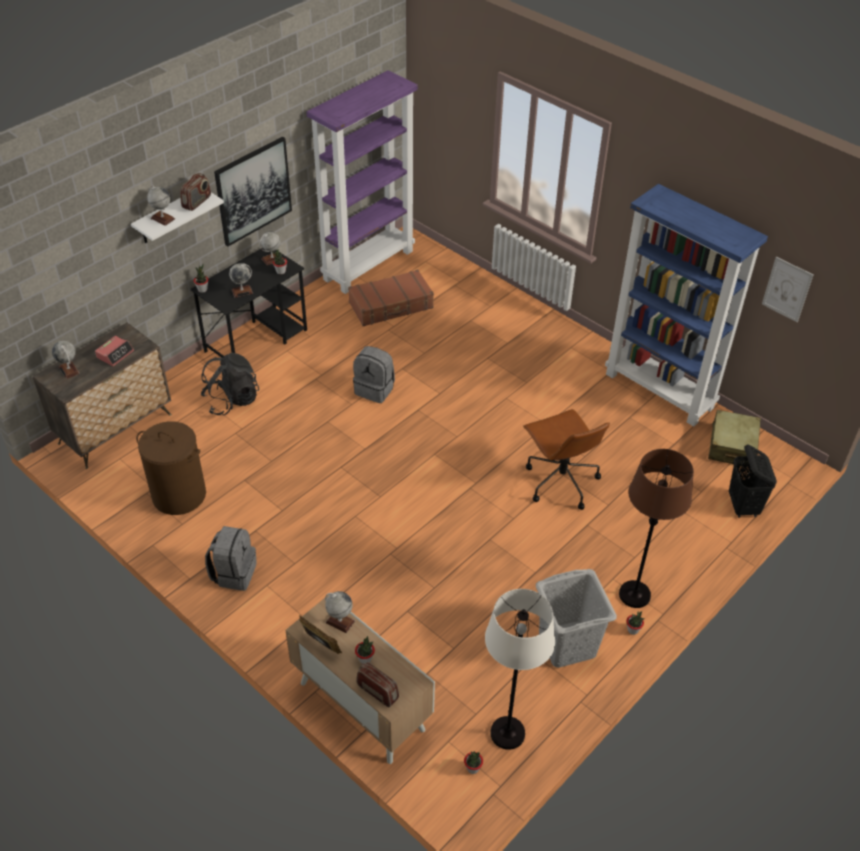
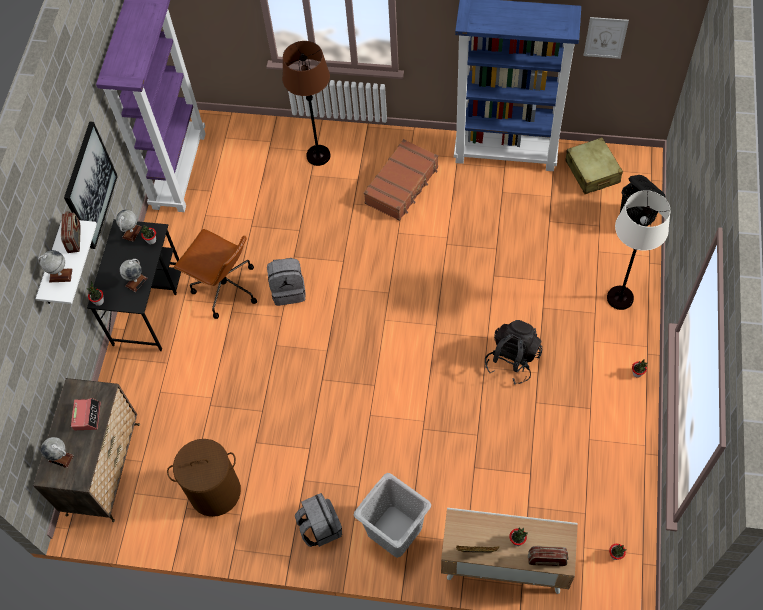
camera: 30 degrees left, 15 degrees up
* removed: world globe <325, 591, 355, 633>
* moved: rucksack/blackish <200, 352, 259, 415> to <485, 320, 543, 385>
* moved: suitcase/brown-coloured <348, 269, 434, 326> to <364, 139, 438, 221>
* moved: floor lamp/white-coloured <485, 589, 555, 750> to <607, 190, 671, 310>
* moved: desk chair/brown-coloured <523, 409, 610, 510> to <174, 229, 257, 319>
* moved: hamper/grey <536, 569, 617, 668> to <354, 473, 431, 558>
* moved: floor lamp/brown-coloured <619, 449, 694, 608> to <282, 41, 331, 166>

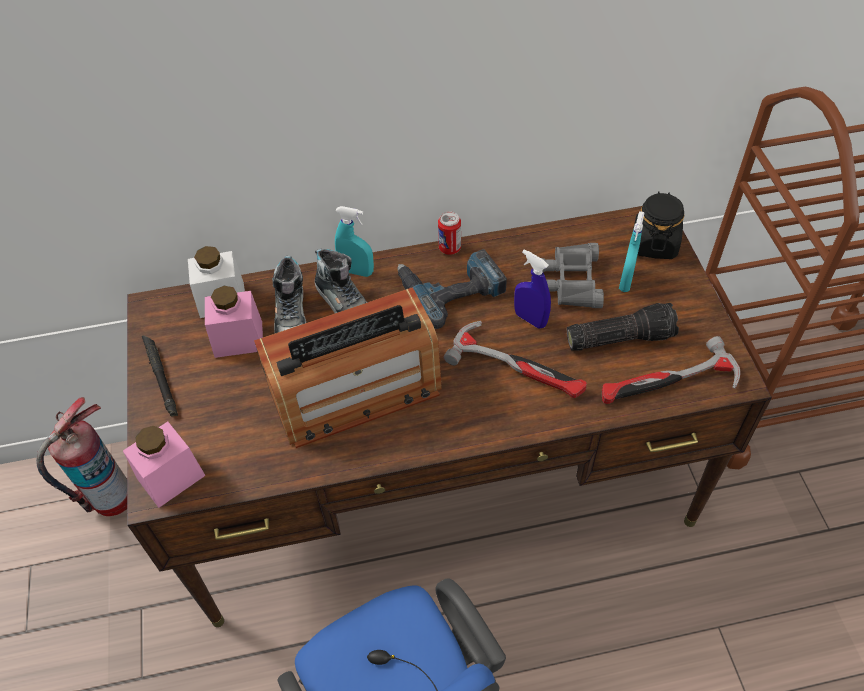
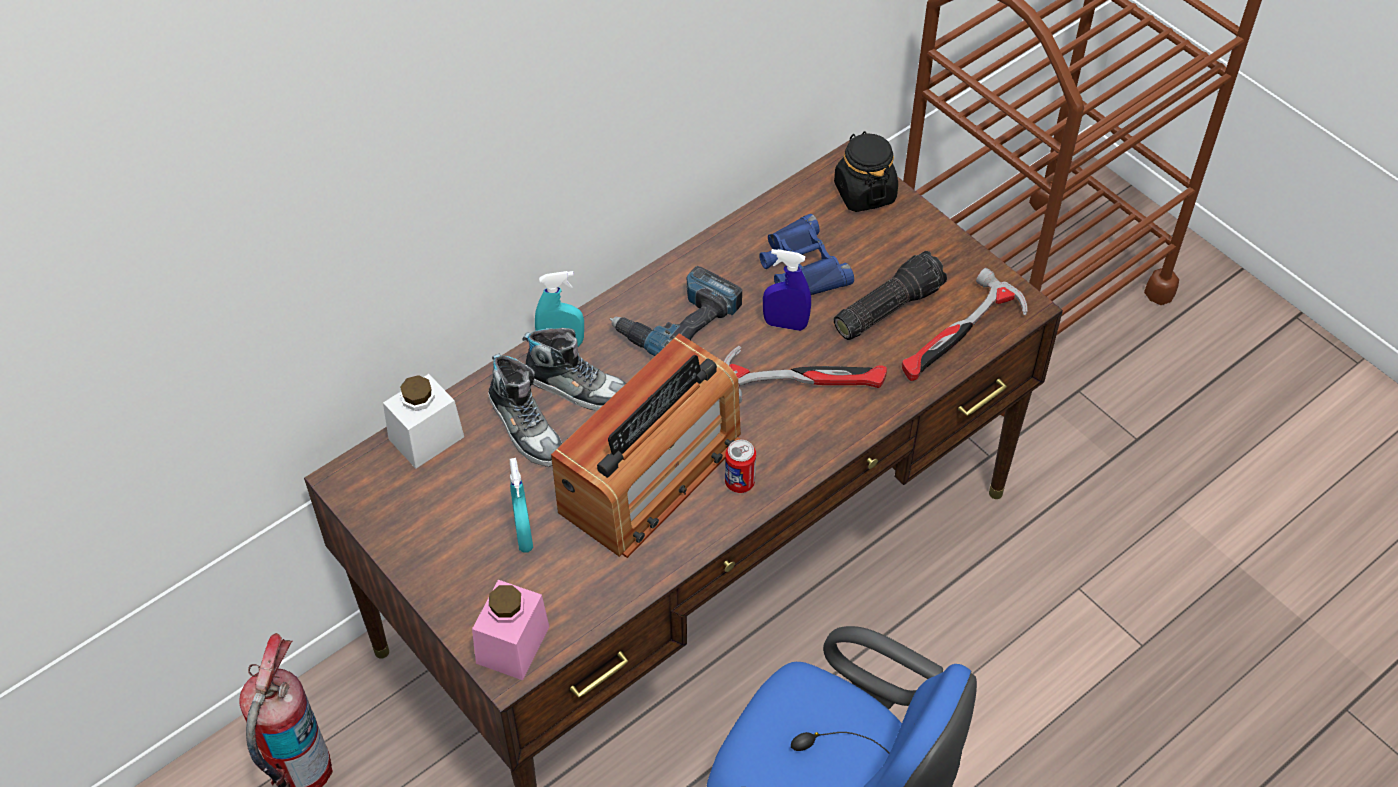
camera: 30 degrees left, 0 degrees up
* removed: torch/blackish <142, 335, 178, 417>
* removed: preserve jar/pinkish <205, 286, 263, 358>
* moved: sealed can <438, 212, 461, 255> to <725, 440, 756, 493>
* moved: sprayer/blue-green <619, 211, 644, 292> to <510, 458, 533, 553>
* recoloured: field glasses/grey <541, 243, 604, 308> to field glasses/blue-coloured <759, 214, 854, 295>

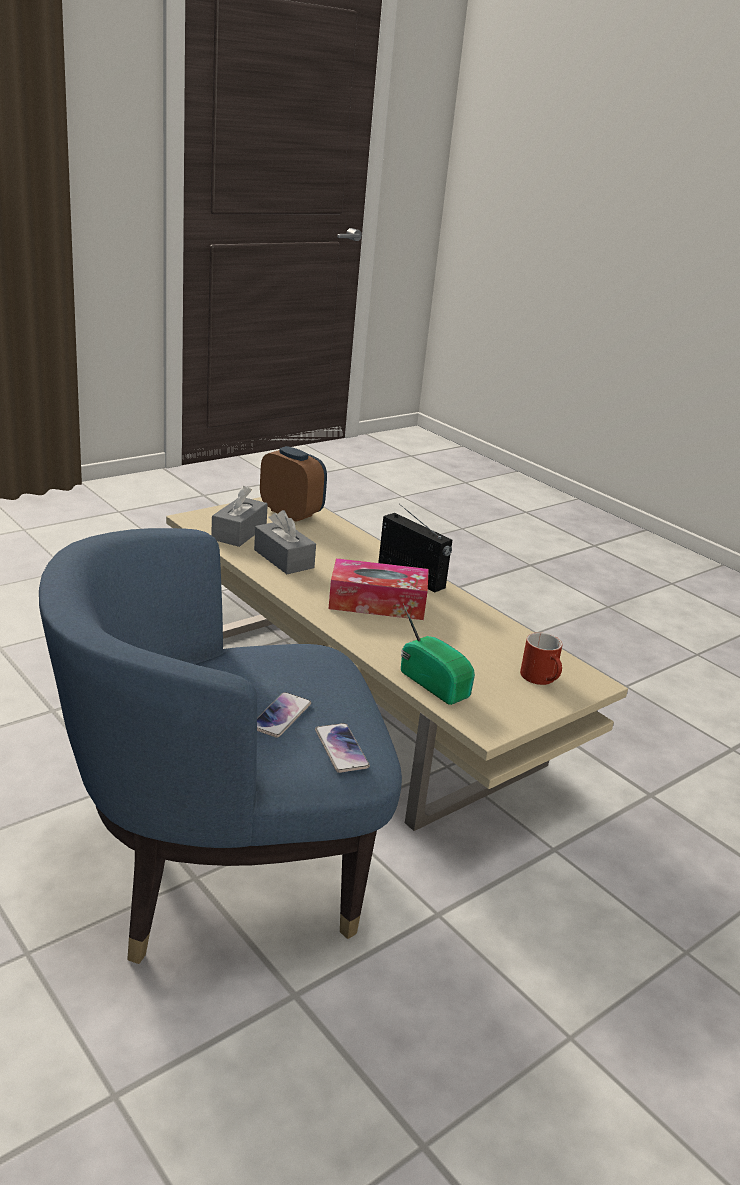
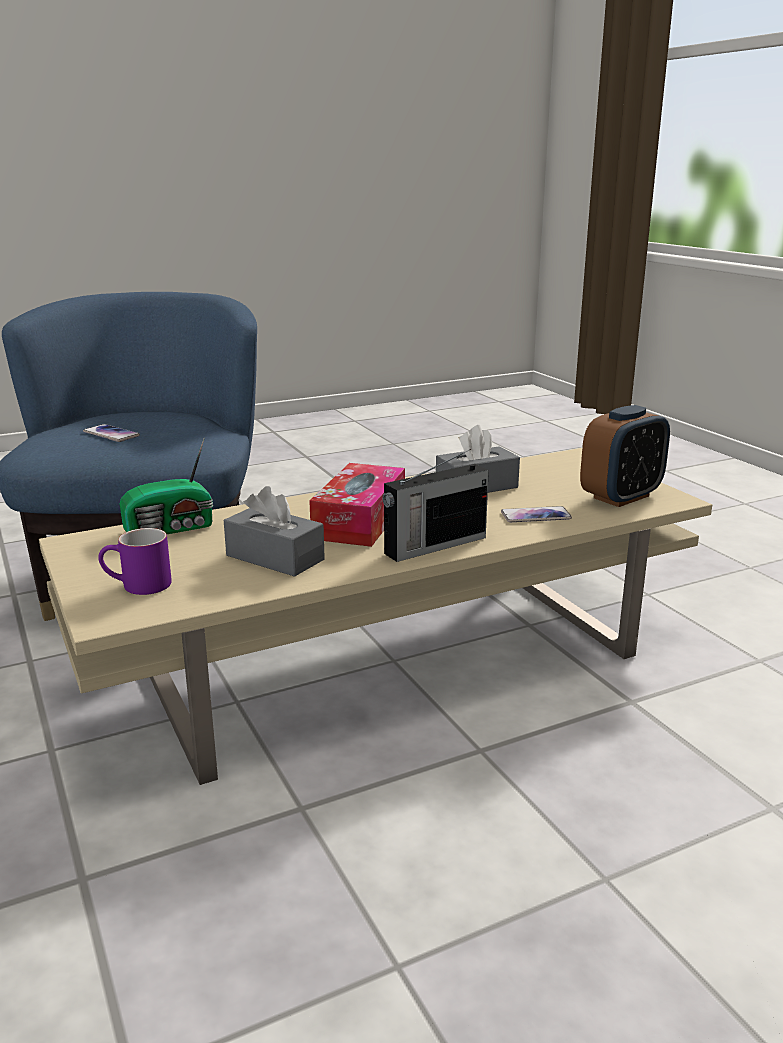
camera: 105 degrees right, 5 degrees down
* moved: tissue box/grey <211, 486, 268, 547> to <224, 486, 325, 577>
* moved: handset <315, 723, 370, 773> to <501, 506, 572, 522>
* recoloured: mug/red-coloured <520, 632, 562, 685> to mug/purple-coloured <98, 528, 172, 595>

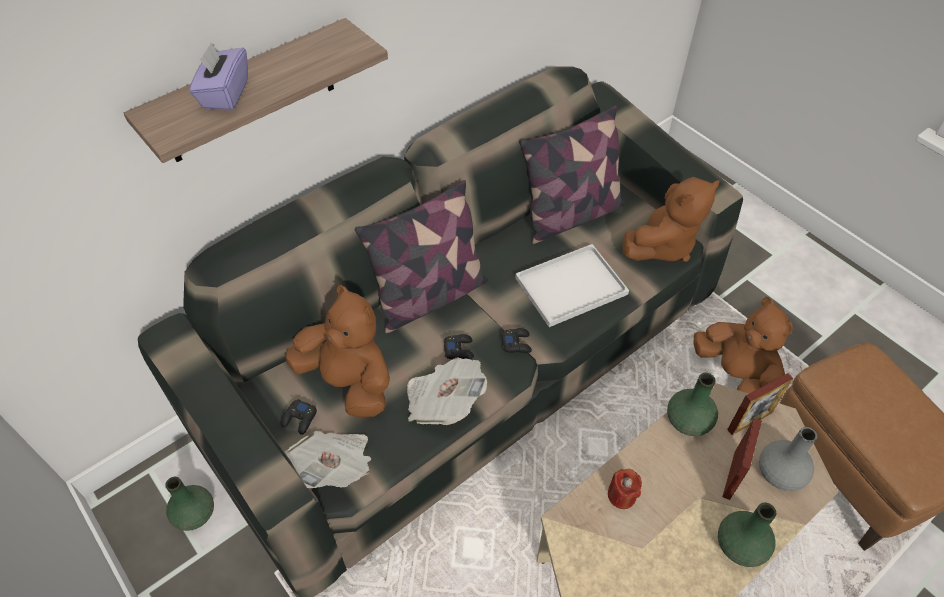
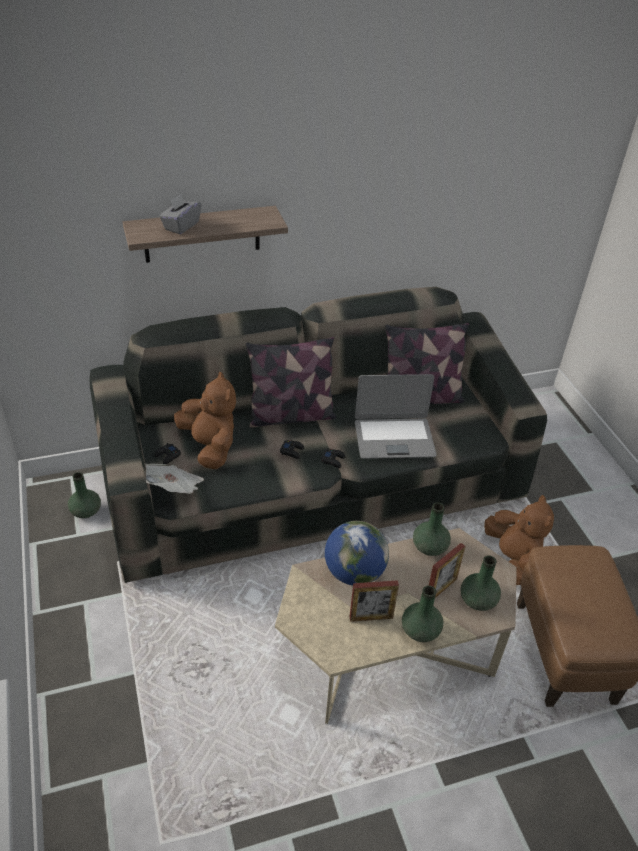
camera: 20 degrees right, 10 degrees down
* removed: printed paper <407, 357, 487, 425>
* removed: plush toy/brown-coloured <622, 177, 720, 262>
* moved: standing frame <727, 373, 793, 435> to <350, 580, 399, 622>
* replaced: serving tray/white-coloured <515, 244, 629, 327> to notebook computer <355, 374, 437, 459>
* replaced: candle/red-coloured <608, 469, 642, 509> to world globe <325, 521, 389, 585>
* recoloured: tissue box/purple-coloured <189, 43, 248, 111> to tissue box/grey <159, 193, 201, 234>
* recoloured: vase/grey <759, 427, 817, 491> to vase/green-coloured <461, 555, 501, 611>

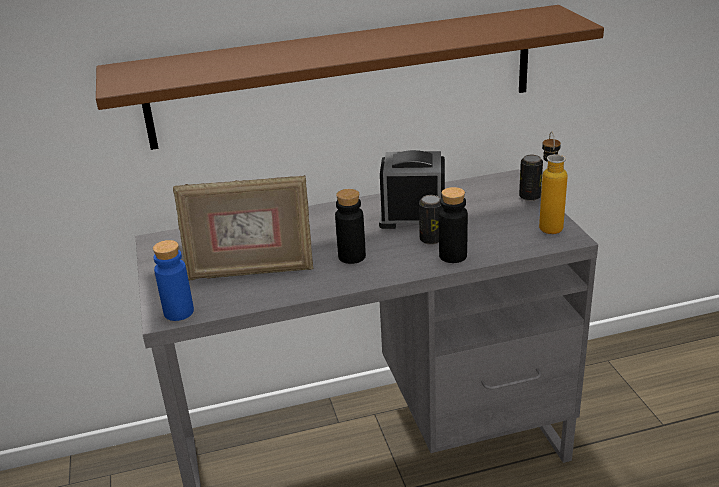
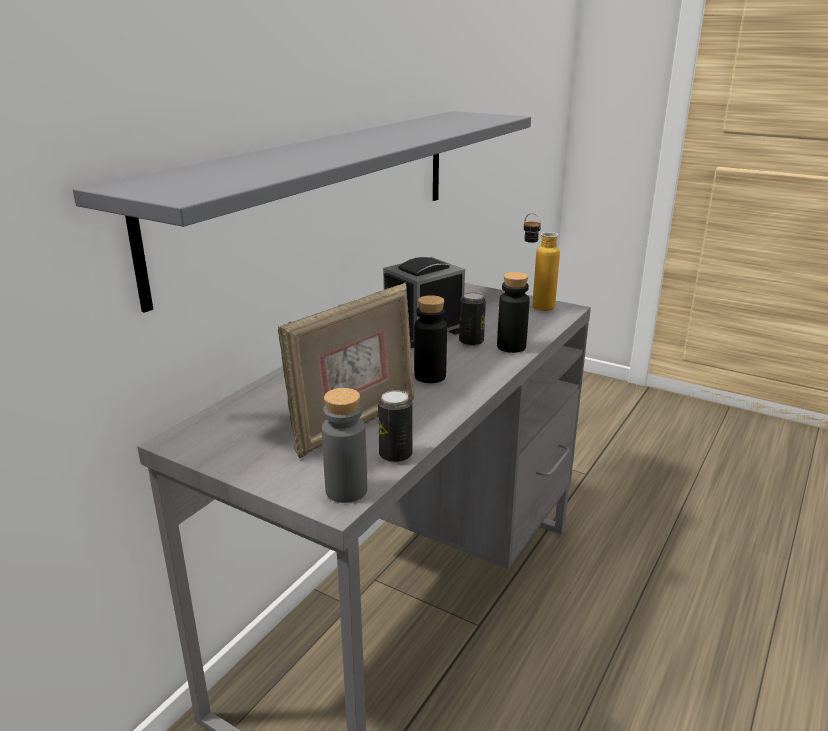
camera: 45 degrees left, 5 degrees down
* moved: sealed can <519, 155, 543, 201> to <378, 390, 412, 463>
* recoloured: shelf/brown-coloured <96, 5, 604, 150> to shelf/grey <73, 111, 531, 313>
* recoloured: drink bottle/blue-coloured <153, 240, 194, 321> to drink bottle/grey <322, 388, 367, 503>

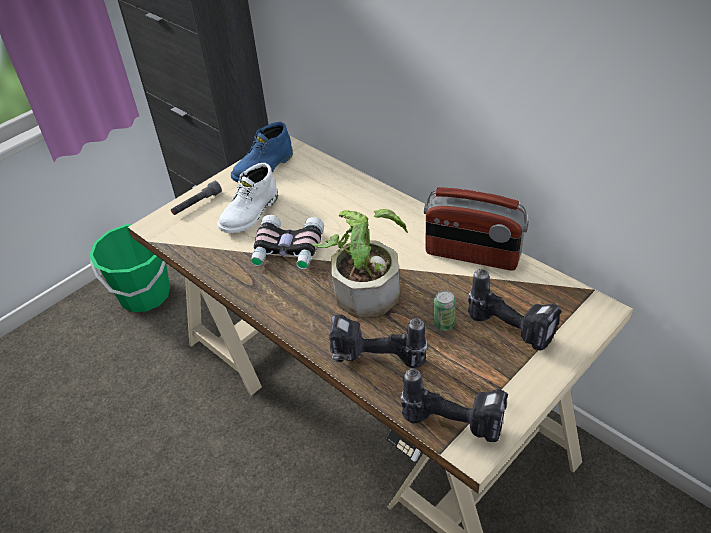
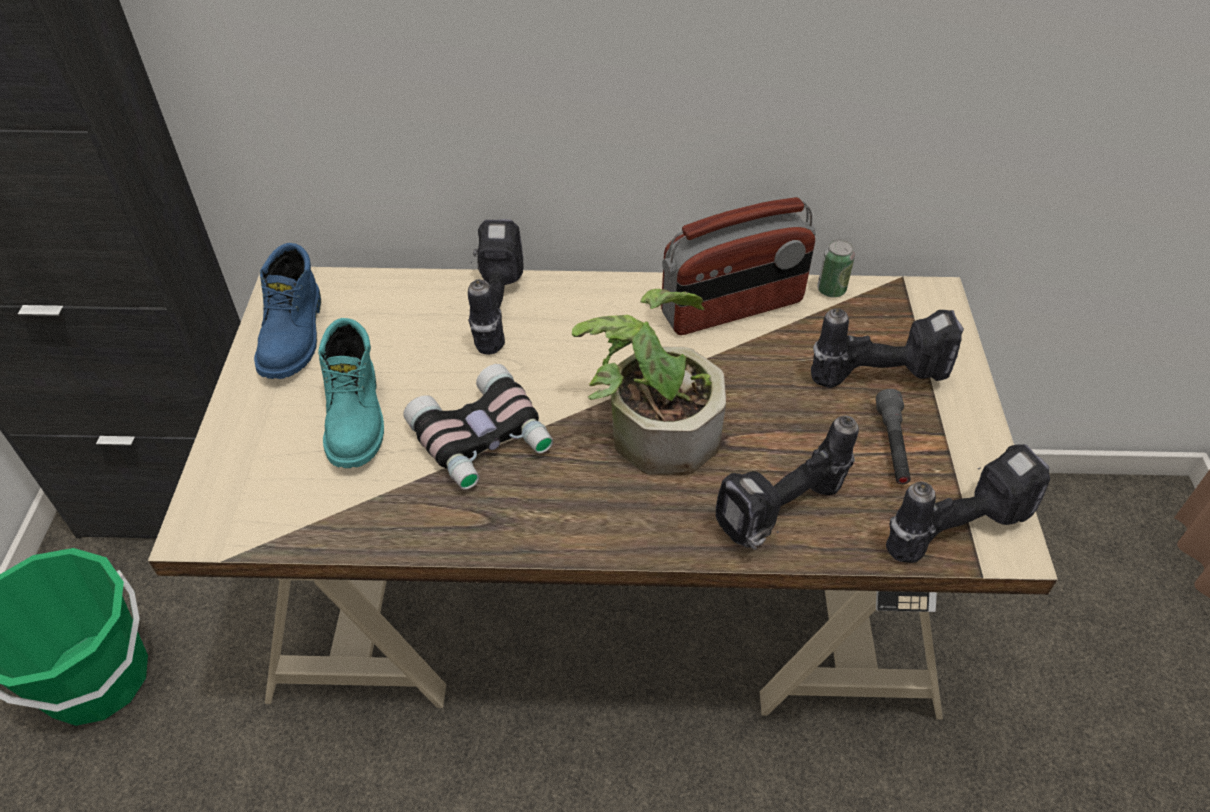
camera: 45 degrees left, 5 degrees up
* added: electric drill <468, 219, 523, 355>
* moved: torch/grey <171, 181, 222, 215> to <876, 389, 911, 484>
* moved: sealed can <433, 290, 456, 331> to <817, 239, 855, 297>
* recoloured: high-top boot/white-coloured <217, 163, 278, 233> to high-top boot/blue-green <318, 318, 384, 468>

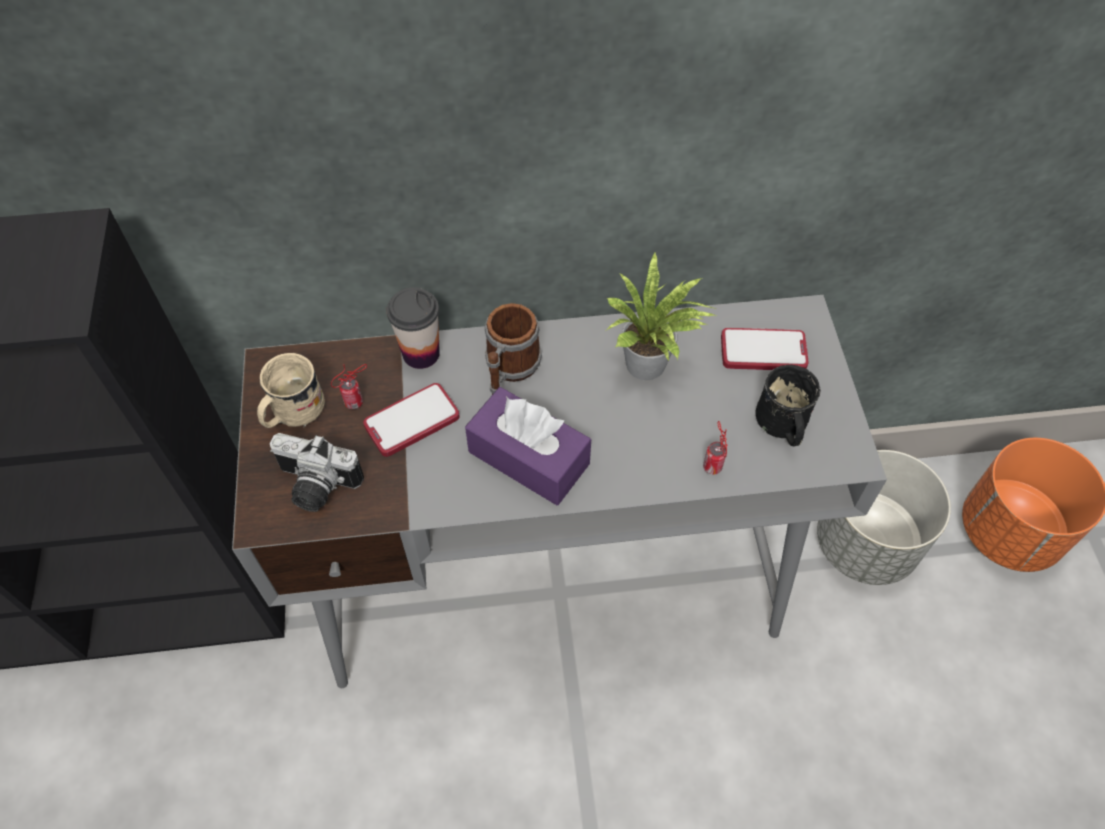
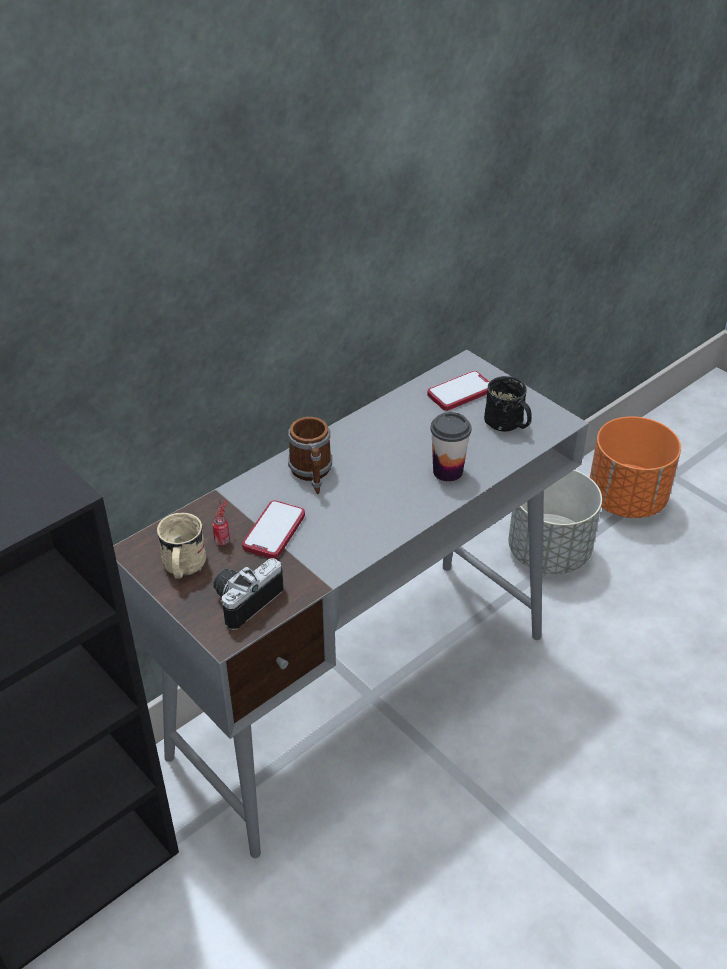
camera: 35 degrees left, 15 degrees down
* removed: tissue box/purple-coloured <465, 387, 591, 505>
* removed: houseplant <605, 251, 717, 380>
* removed: sealed can <703, 421, 727, 475>
* moved: cup <387, 287, 440, 369> to <430, 412, 471, 482>
* turned: still camera <270, 433, 364, 512> = <213, 558, 284, 630> 150 degrees clockwise

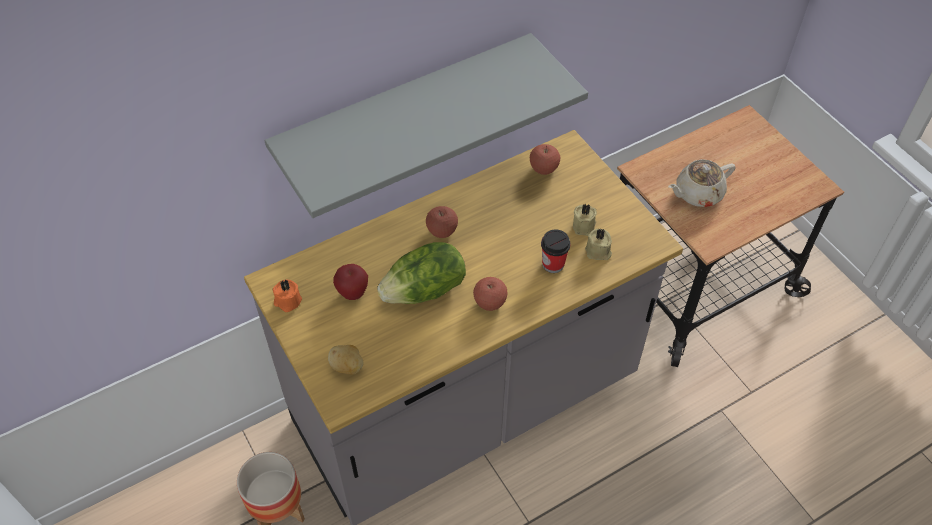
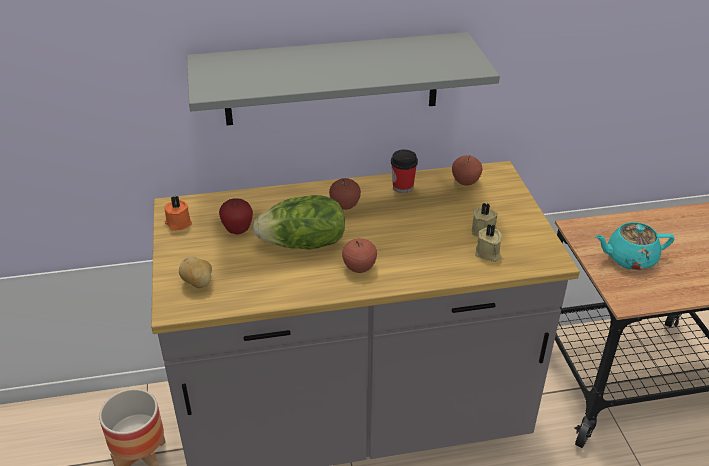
camera: 20 degrees right, 15 degrees down
* moved: cup <541, 229, 570, 273> to <391, 150, 418, 193>
* recoloured: pot for tea/sand-coloured <668, 159, 736, 207> to pot for tea/blue-green <595, 222, 674, 270>

